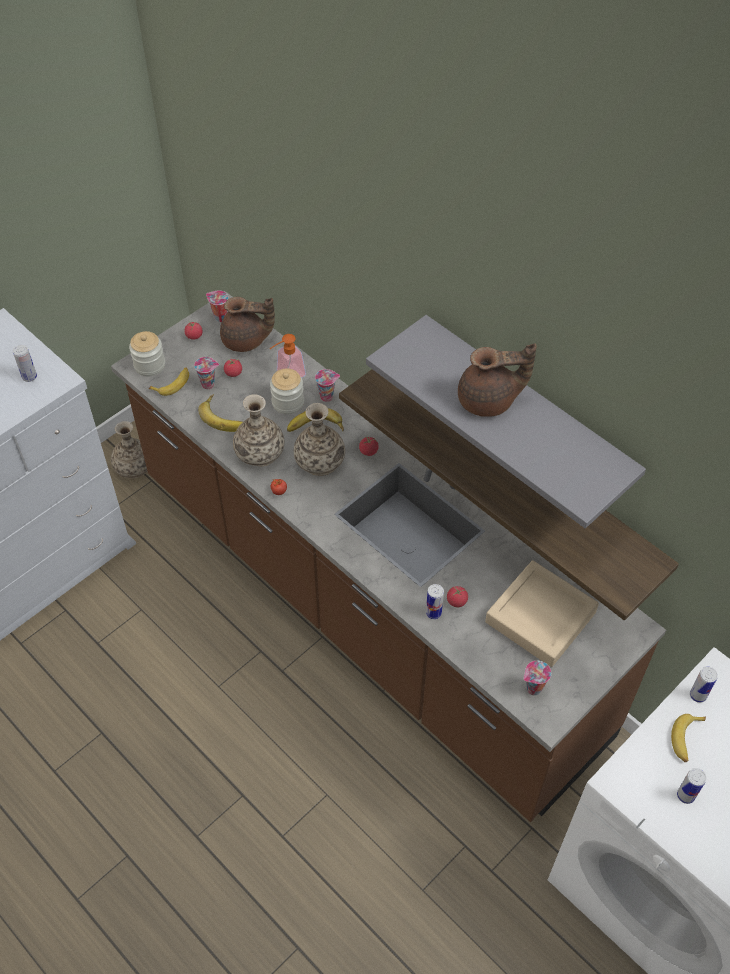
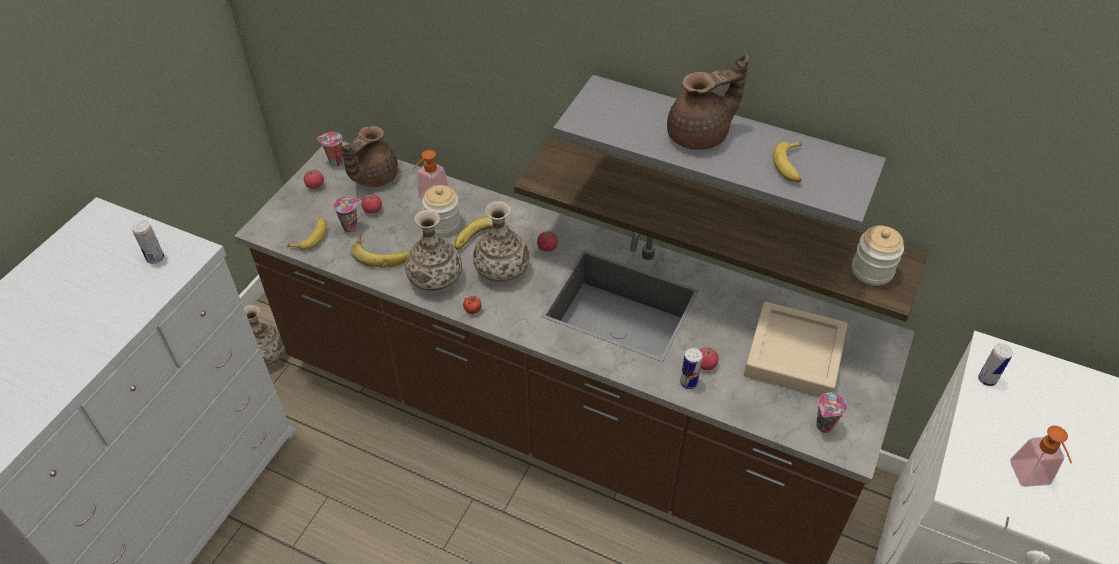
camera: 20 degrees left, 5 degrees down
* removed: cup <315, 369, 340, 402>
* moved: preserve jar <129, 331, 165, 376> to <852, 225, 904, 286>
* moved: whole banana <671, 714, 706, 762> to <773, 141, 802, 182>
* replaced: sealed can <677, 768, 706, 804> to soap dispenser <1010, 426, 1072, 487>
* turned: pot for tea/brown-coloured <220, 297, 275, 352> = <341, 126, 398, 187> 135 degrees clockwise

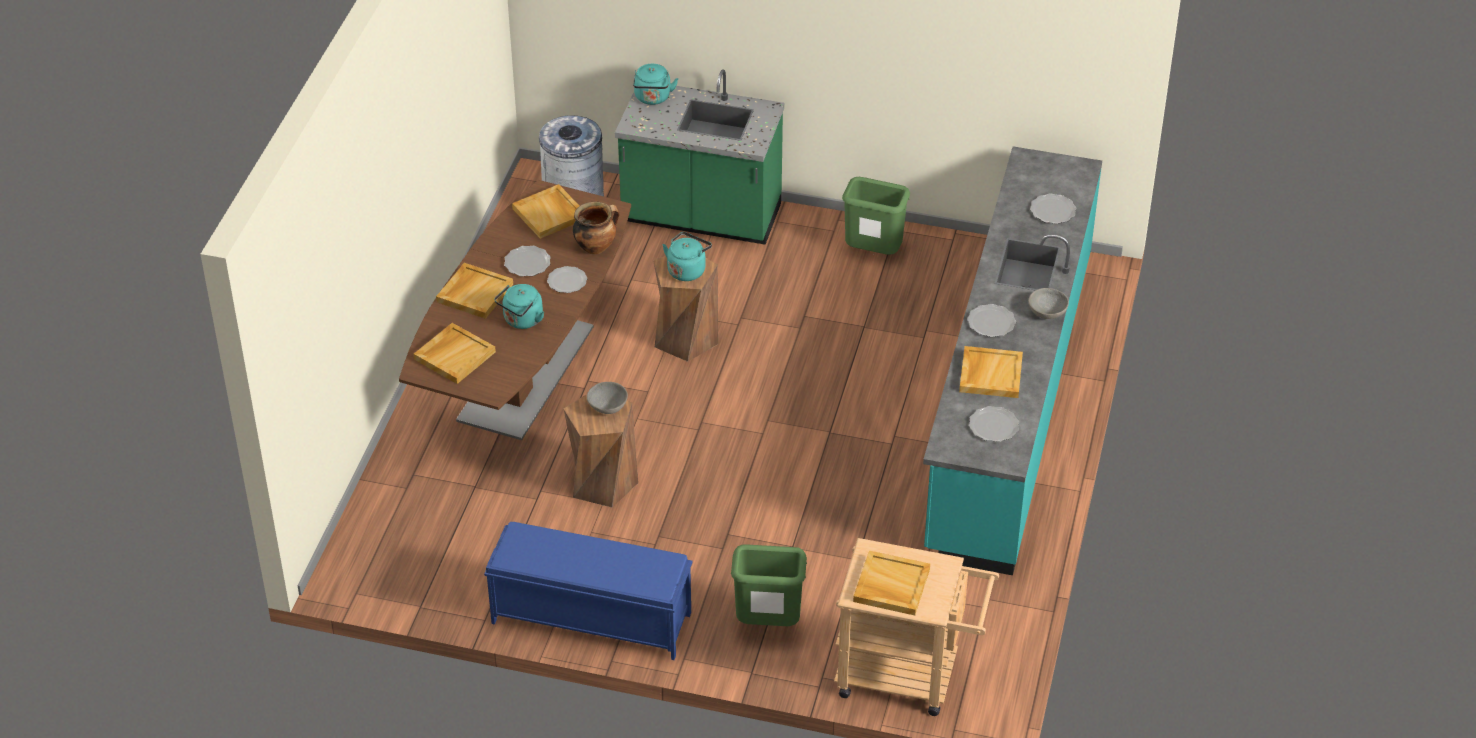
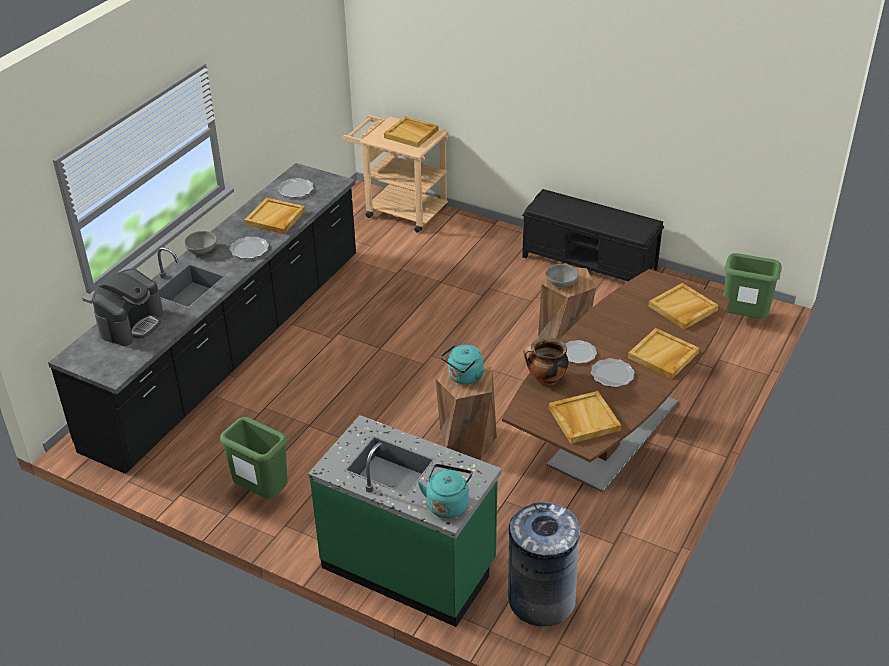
camera: 165 degrees left, 5 degrees down
* removed: kettle/blue-green <494, 284, 544, 329>
* moved: waste bin/green-coloured <731, 544, 807, 626> to <723, 253, 782, 319>
* replaced: plate <1030, 194, 1077, 224> to coffee machine <92, 269, 163, 346>
* recoloured: long seat/blue-coloured <484, 522, 693, 660> to long seat/blackish <522, 189, 664, 281>
* recoloured: kitchen counter/blue-green <923, 147, 1102, 575> to kitchen counter/blackish <48, 163, 356, 474>

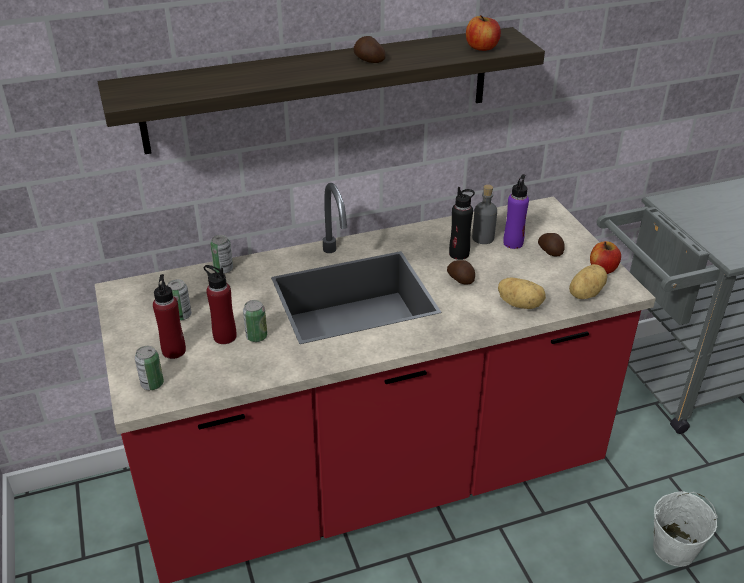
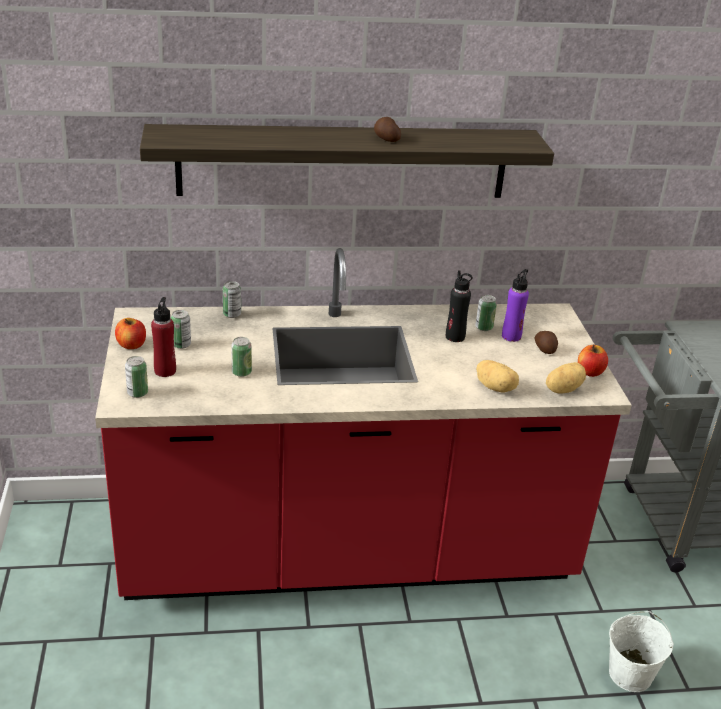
camera: 10 degrees right, 5 degrees down
* removed: drink bottle/red-coloured <204, 265, 236, 344>
* removed: whole potato <447, 260, 475, 284>
* moved: whole apple <466, 15, 501, 51> to <115, 318, 146, 349>
* replaced: drink bottle/grey <472, 185, 497, 244> to sealed can <475, 295, 497, 331>

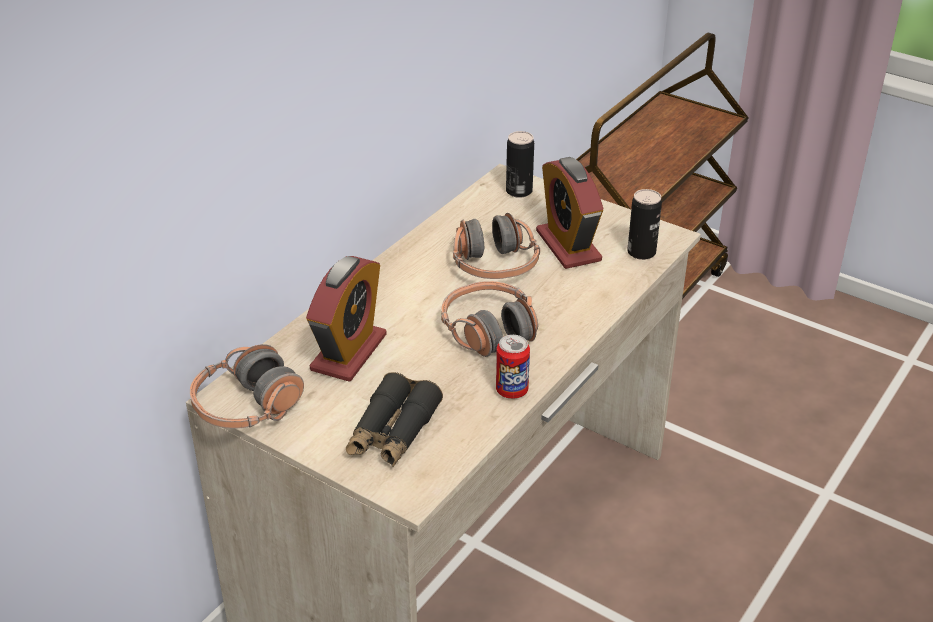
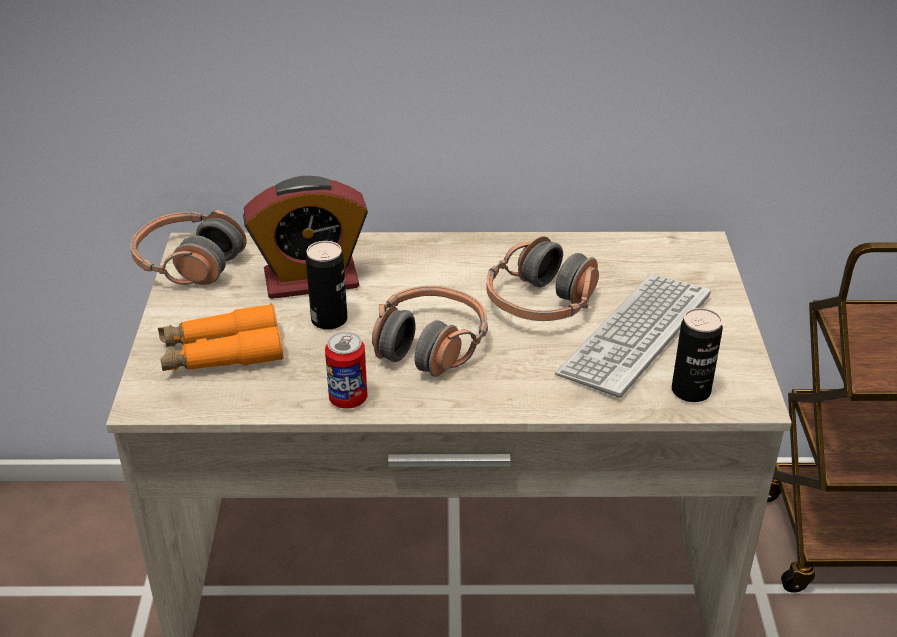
camera: 55 degrees right, 0 degrees up
* moved: sealed can <506, 131, 534, 198> to <306, 241, 347, 330>
* replaced: table clock <536, 157, 604, 269> to computer keyboard <555, 274, 711, 398>
* recoloured: field glasses/blackish <346, 372, 443, 467> to field glasses/orangey <158, 304, 283, 371>

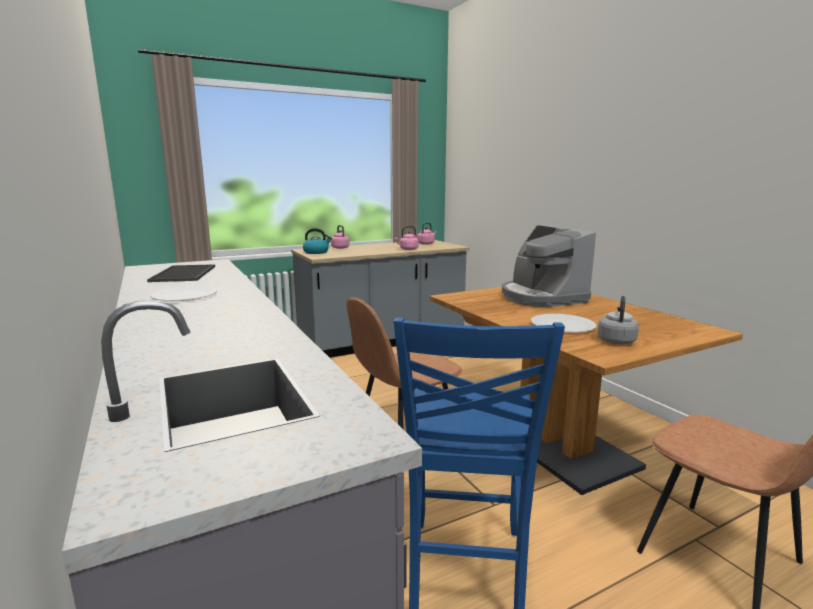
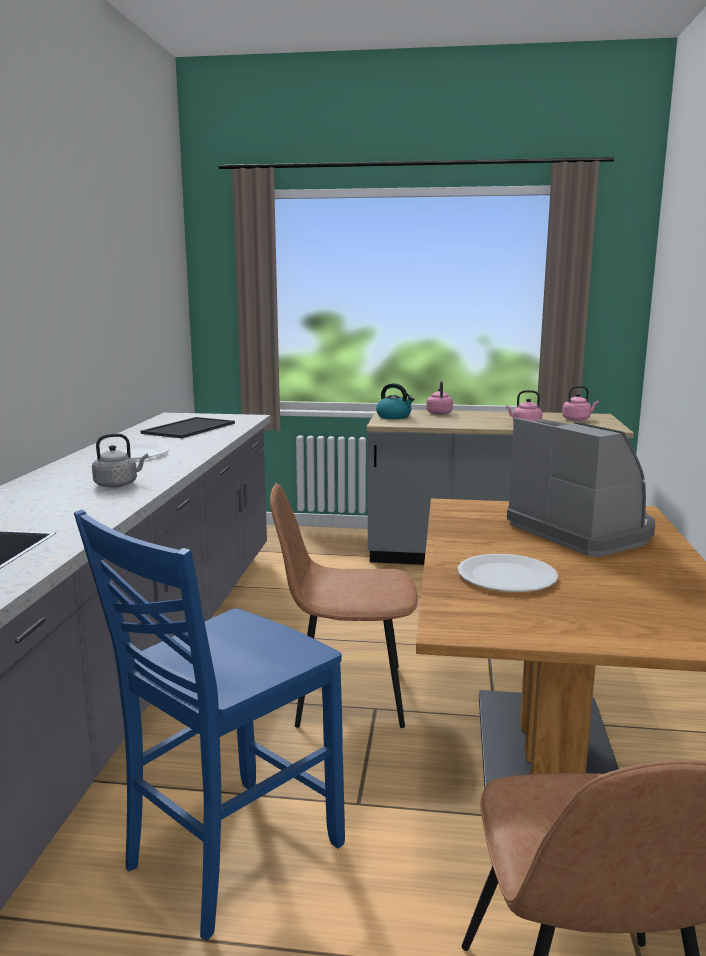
camera: 35 degrees right, 0 degrees up
* moved: kettle/grey <597, 296, 639, 344> to <92, 434, 148, 488>
* turned: coffee machine <502, 225, 596, 307> = <507, 418, 655, 557> 135 degrees clockwise

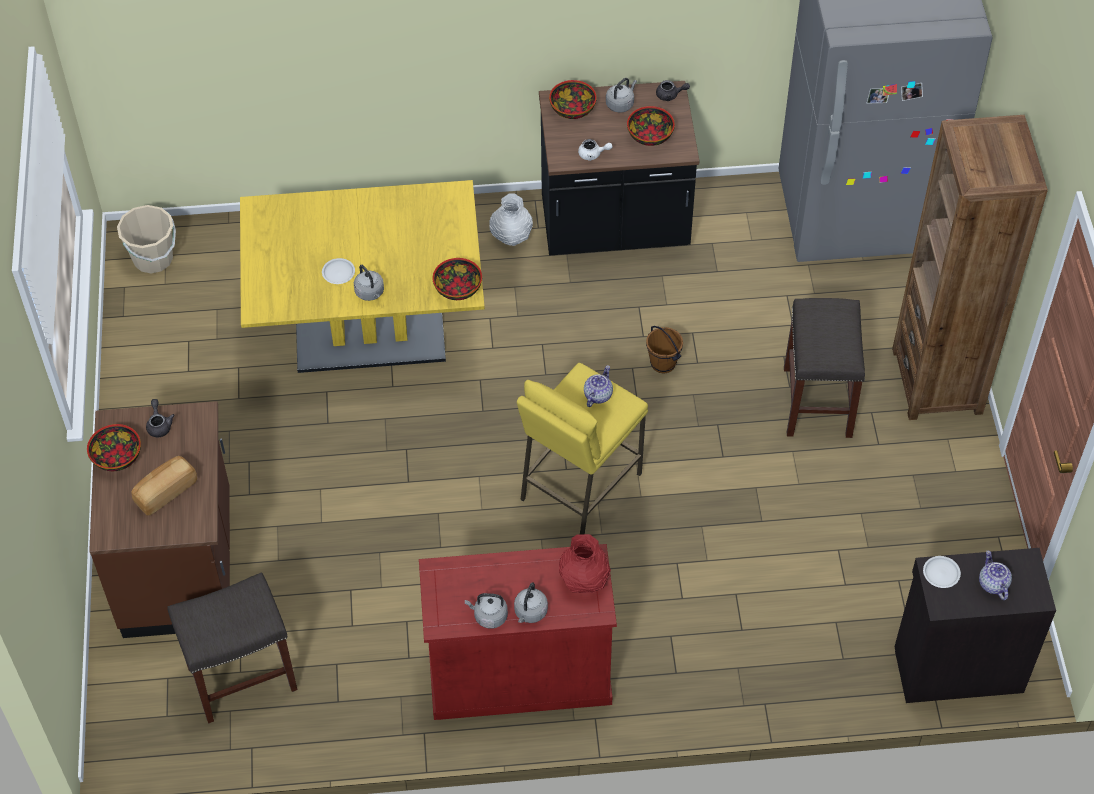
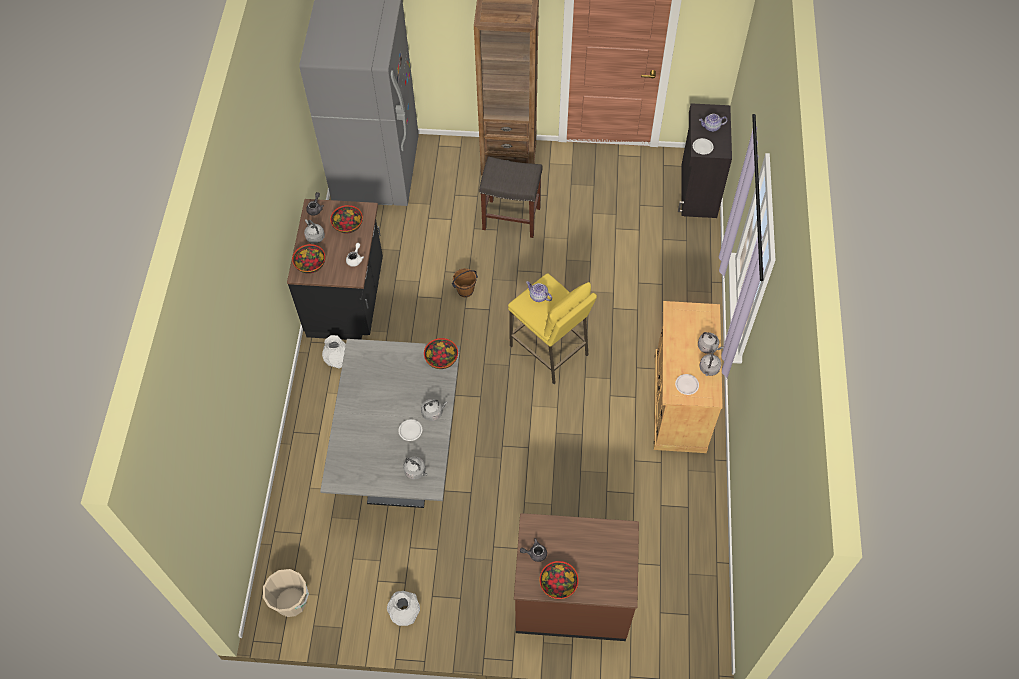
camera: 80 degrees left, 5 degrees up
* removed: baked bread <131, 456, 197, 516>
* removed: sitting stool/grey <167, 572, 298, 723>
* removed: vase/red-coloured <559, 534, 611, 593>
* added: vase/white-coloured <387, 591, 420, 626>
* added: kettle/grey <403, 457, 428, 479>
* added: plate/white-coloured <675, 374, 699, 395>
* recoloured: kitchen table/yellowish <240, 180, 485, 373> to kitchen table/grey <320, 339, 460, 508>
* recoloured: storage cabinet/red-coloured <419, 544, 617, 720> to storage cabinet/sand-coloured <654, 301, 723, 453>

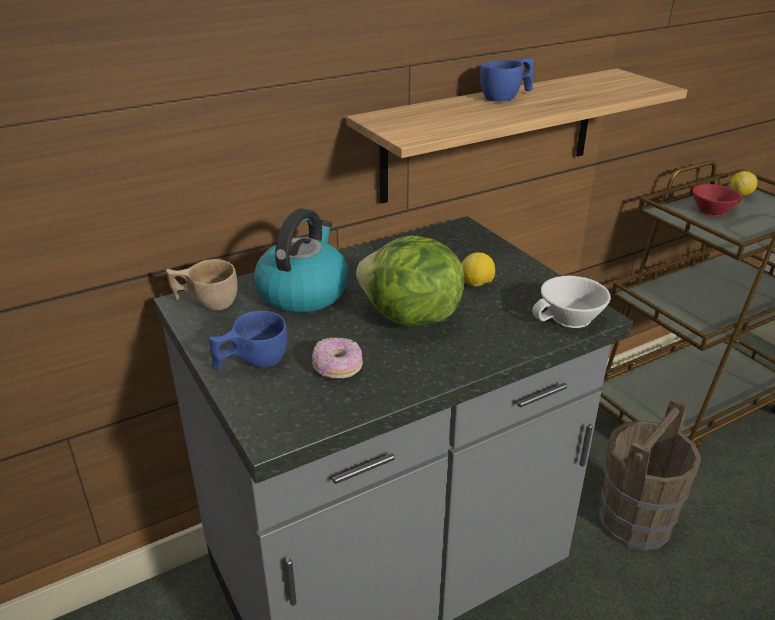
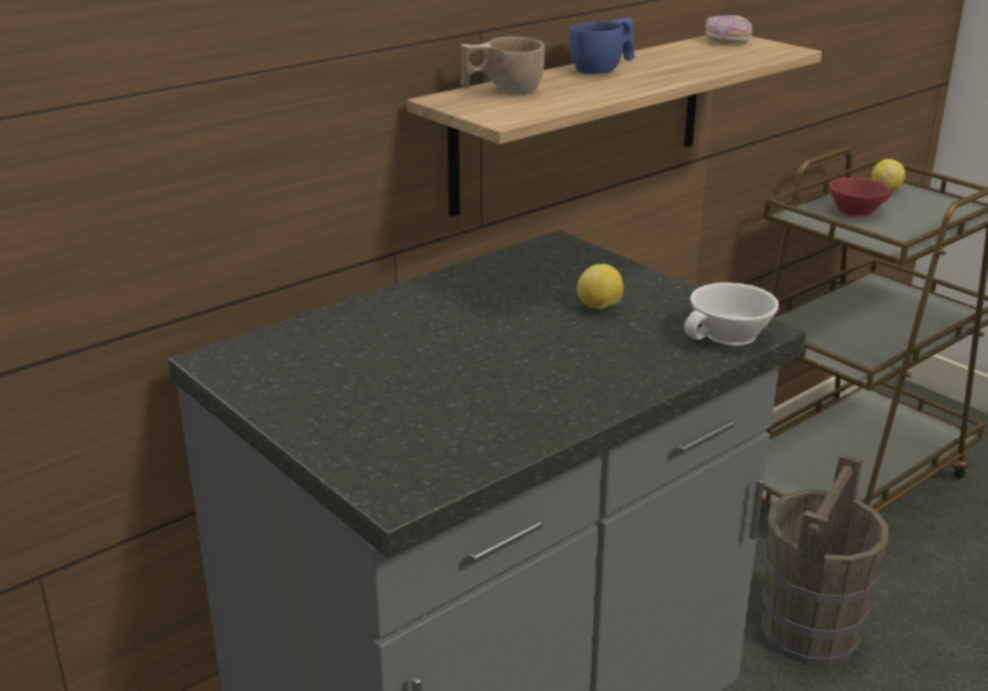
camera: 10 degrees left, 5 degrees down
* removed: cup/blue-coloured <209, 311, 287, 370>
* removed: kettle <254, 208, 349, 313>
* removed: lettuce <356, 236, 464, 326>
* moved: cup/sand-coloured <166, 259, 238, 310> to <461, 37, 545, 94>
* moved: donut <312, 337, 363, 379> to <706, 15, 752, 44>

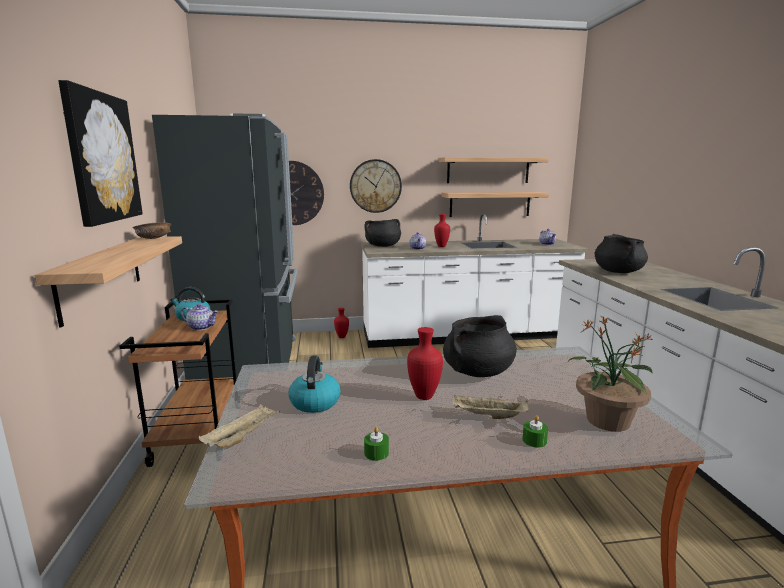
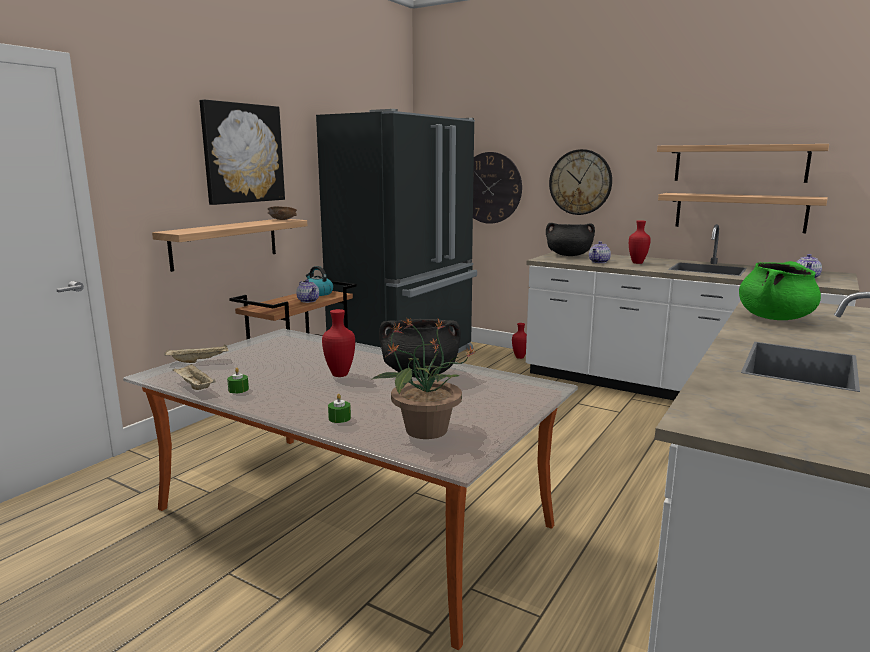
camera: 40 degrees right, 0 degrees up
* removed: kettle <288, 356, 341, 413>
* moved: serving tray/sand-coloured <453, 395, 529, 419> to <173, 363, 216, 390>
* recoloured: stockpot/blackish <595, 234, 648, 273> to stockpot/green-coloured <739, 261, 821, 320>

